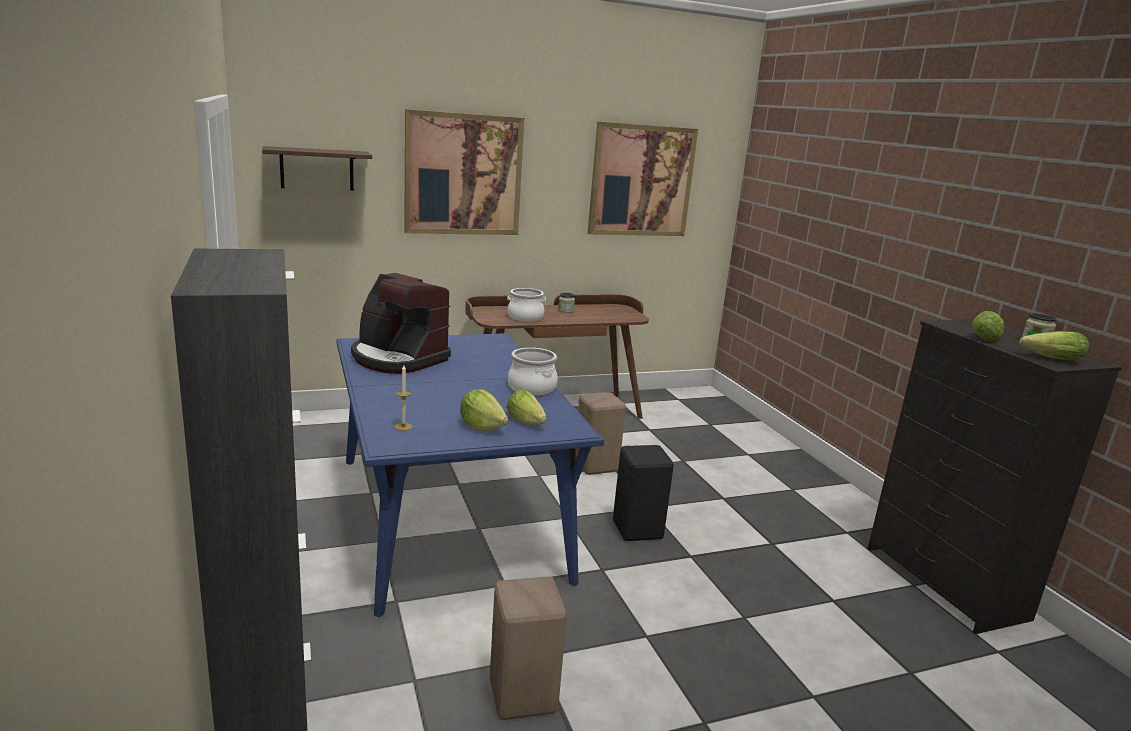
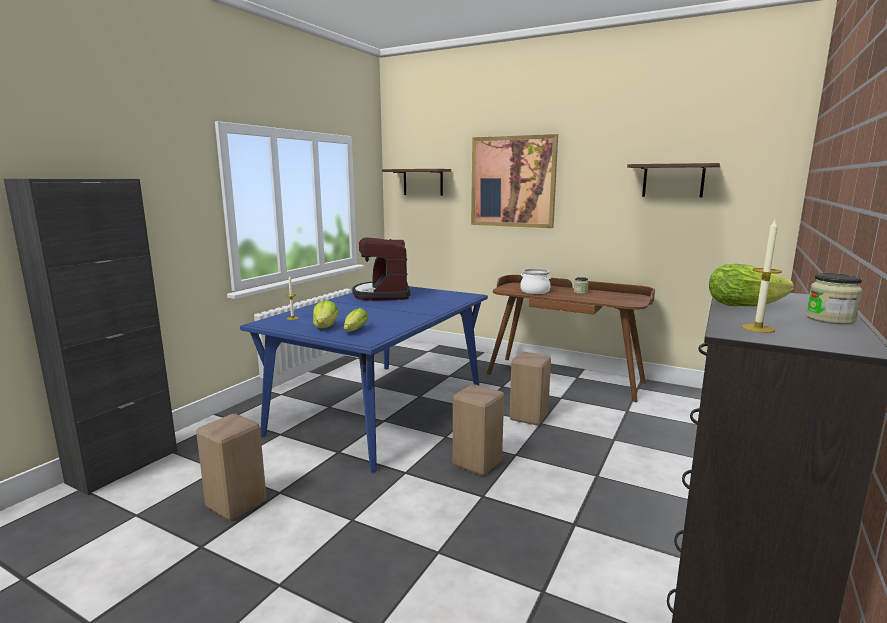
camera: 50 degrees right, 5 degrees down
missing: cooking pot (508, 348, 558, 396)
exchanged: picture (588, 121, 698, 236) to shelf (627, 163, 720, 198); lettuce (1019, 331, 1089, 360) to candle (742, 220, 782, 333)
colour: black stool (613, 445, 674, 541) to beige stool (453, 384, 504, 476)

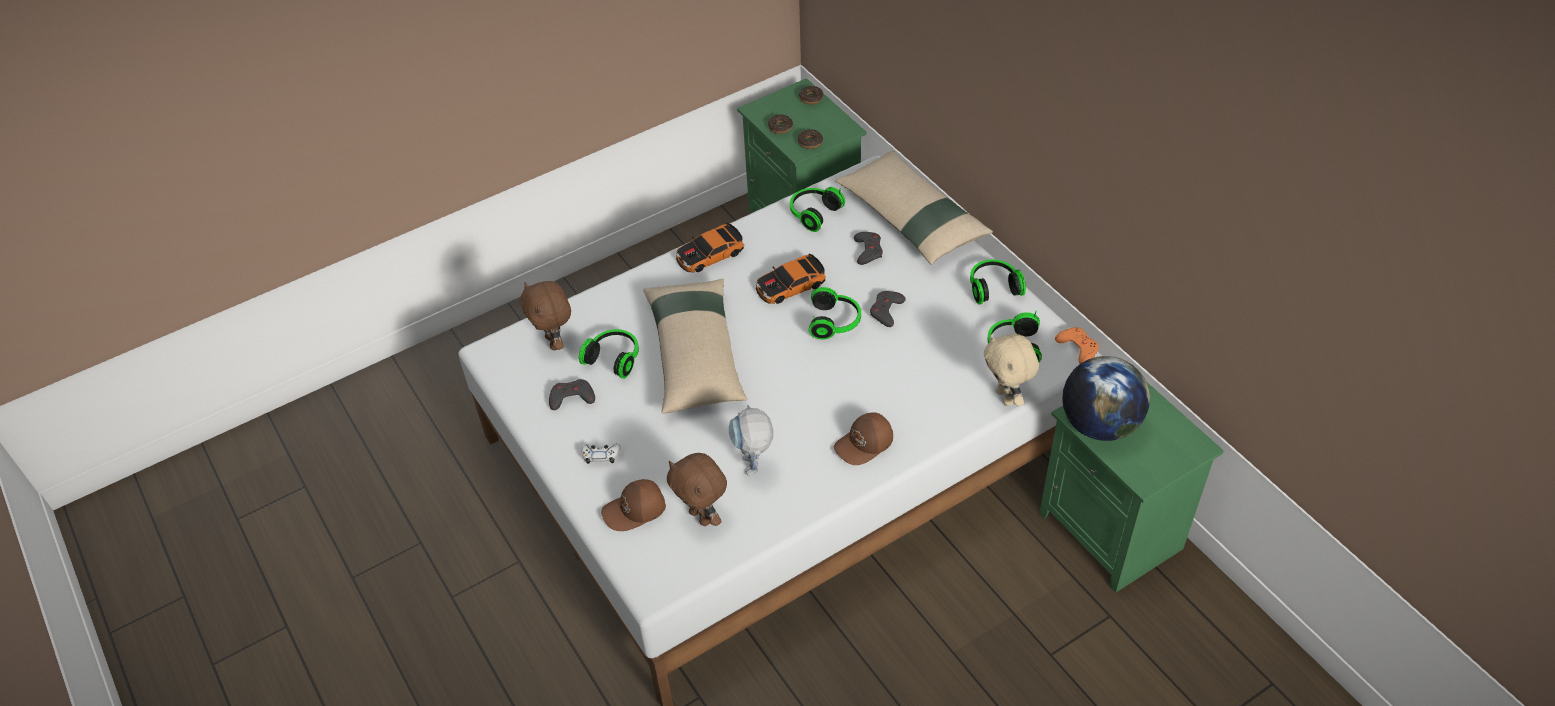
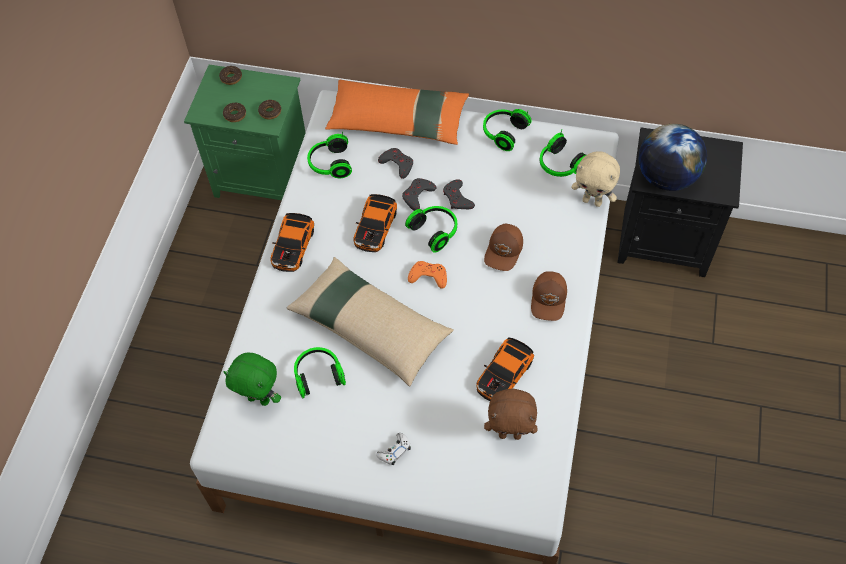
camera: 45 degrees left, 10 degrees up
relocated: grey game controller (549, 379, 595, 410) to (402, 178, 436, 211); brown cap (601, 479, 666, 531) to (484, 224, 523, 271); orange game controller (1055, 327, 1099, 364) to (408, 261, 447, 289)
exchanged: toy robot (729, 405, 773, 475) to toy car (476, 338, 534, 401)
colour: brown plush toy (521, 281, 571, 350) to green plush toy (223, 352, 281, 406); beige pillow (835, 151, 993, 265) to orange pillow (325, 80, 469, 145); green nightstand (1039, 382, 1224, 593) to black nightstand (617, 127, 743, 277)

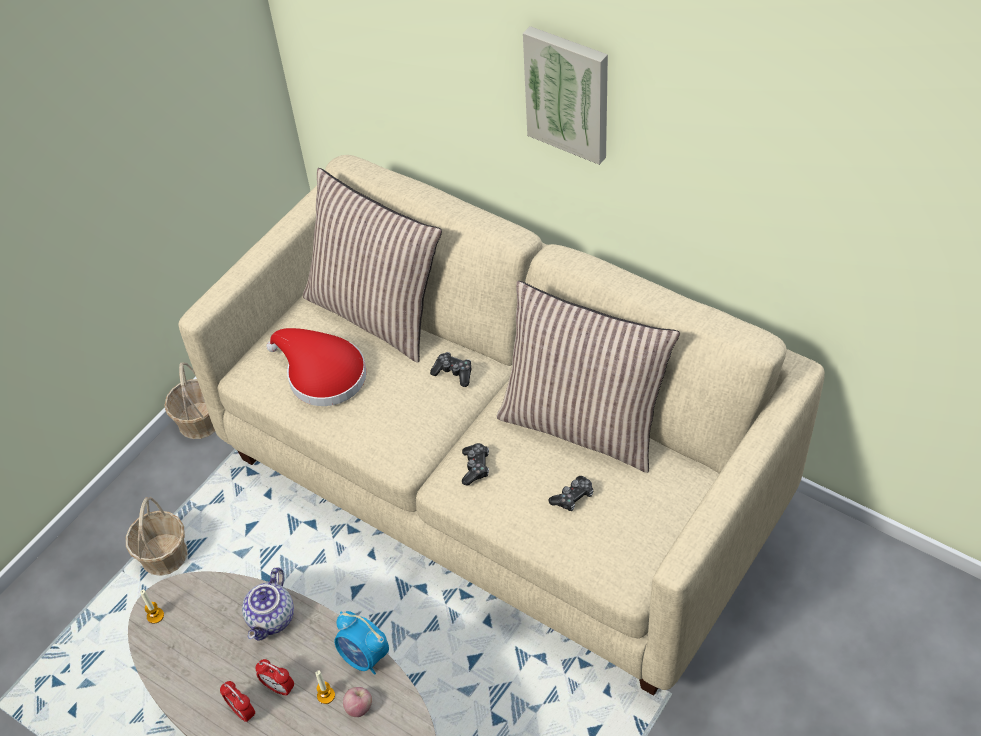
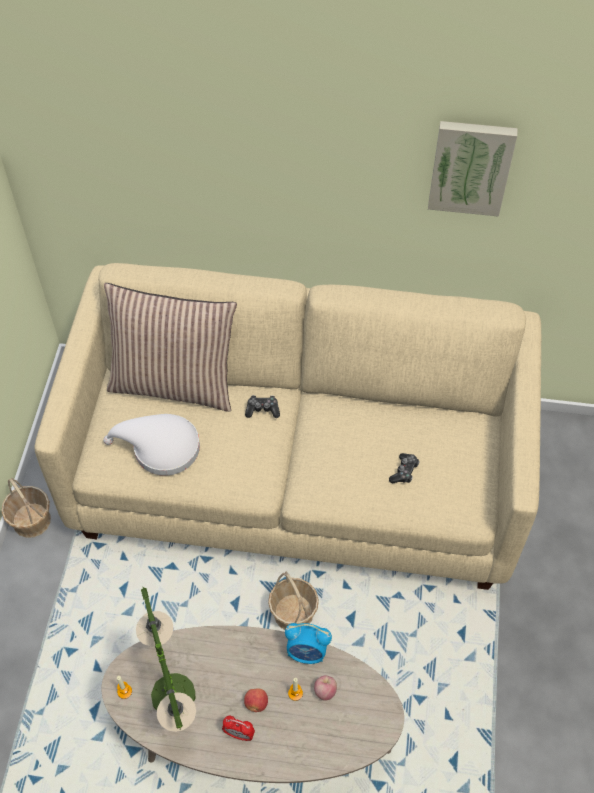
camera: 30 degrees left, 5 degrees up
missing: teapot (242, 567, 294, 641); game controller (462, 443, 489, 485); pillow (497, 281, 680, 473)
appeared: table lamp (136, 587, 196, 732)
relocated: basket (126, 497, 187, 576) to (268, 572, 319, 630); picture (523, 26, 608, 165) to (428, 121, 518, 217)
exchanged: alarm clock (255, 659, 294, 696) to apple (244, 688, 268, 712)
colour: red hat (266, 328, 366, 406) to white hat (103, 414, 200, 476)

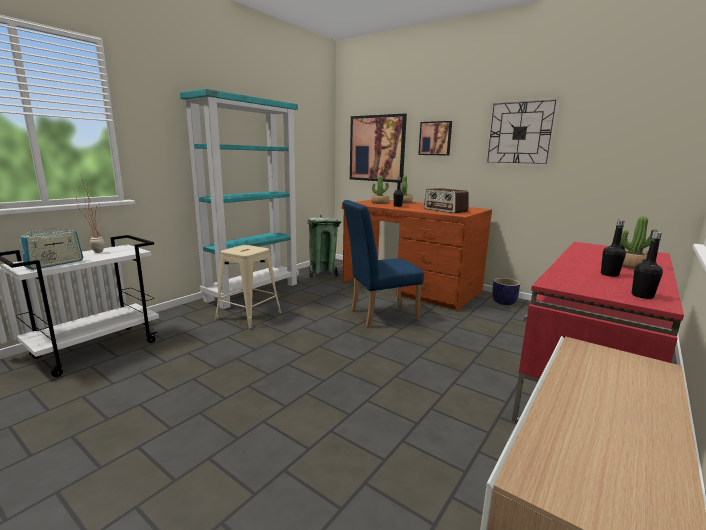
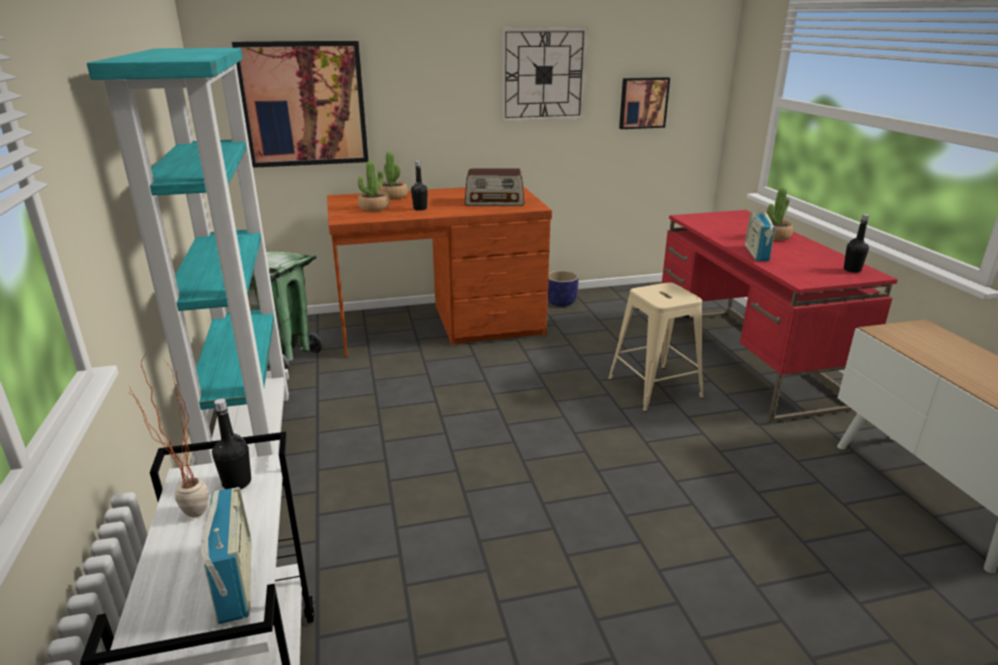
camera: 50 degrees left, 10 degrees up
missing: blue chair (343, 200, 424, 328)
appeared: radio (745, 206, 775, 261)
relocated: beige stool (215, 245, 281, 329) to (608, 283, 704, 412); picture (418, 121, 452, 156) to (619, 77, 670, 129); black bottle (601, 220, 626, 277) to (212, 398, 251, 489)

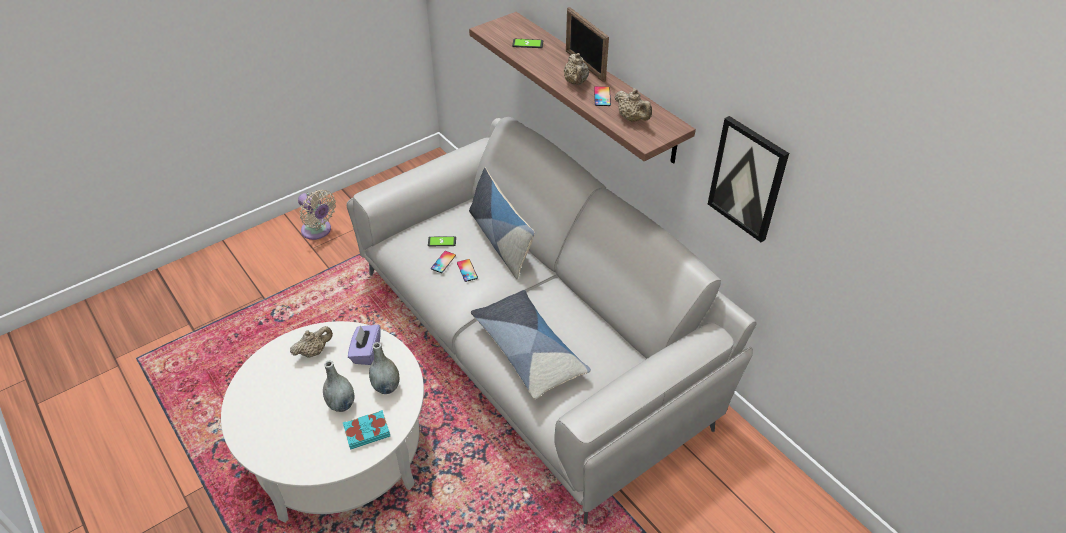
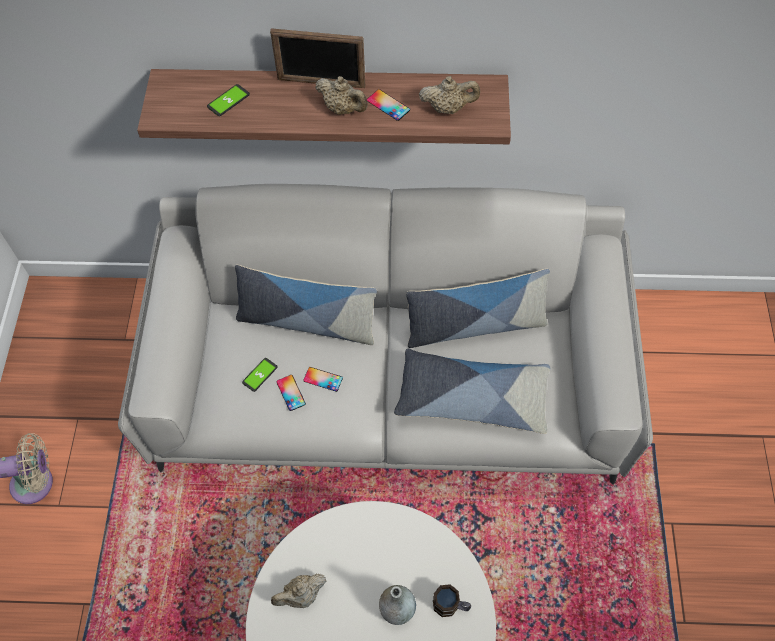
camera: 50 degrees left, 15 degrees up
missing: purple tissue box (348, 324, 381, 365); grey vase (369, 342, 399, 394); picture (708, 116, 789, 242)
appeared: pillow (406, 269, 550, 348)
exchanged: turquoise book (343, 410, 390, 450) to mug (433, 584, 471, 617)
spun: beige teapot (290, 326, 333, 358) = (271, 574, 326, 608) 120 degrees counterclockwise

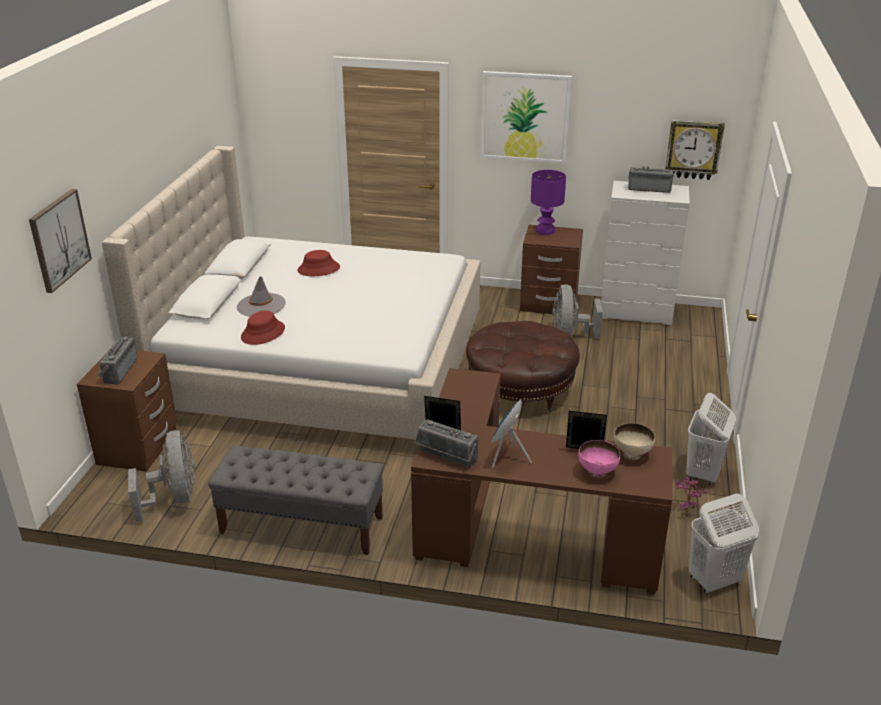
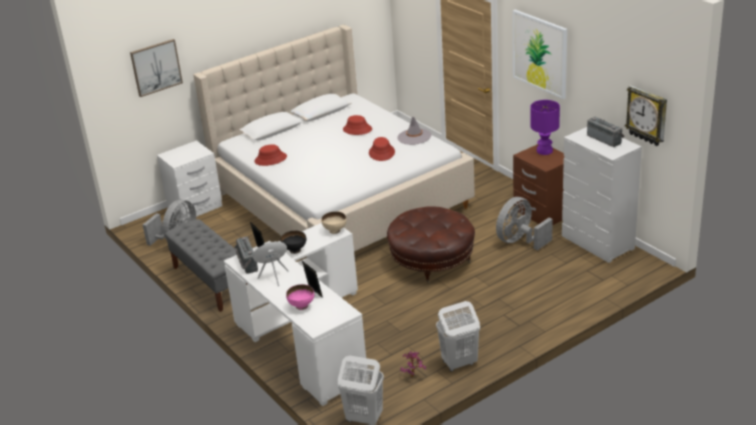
camera: 45 degrees right, 0 degrees up
missing: radio (97, 336, 138, 384)
appeared: black bowl (281, 231, 306, 254); red hat (369, 137, 395, 161)
relocated: grey hat (237, 276, 286, 317) to (397, 117, 431, 145); beige bowl (614, 423, 655, 460) to (321, 211, 347, 234)
colour: brown nightstand (77, 350, 177, 472) to white nightstand (157, 140, 222, 220); brown desk (411, 368, 673, 594) to white desk (224, 223, 367, 406)

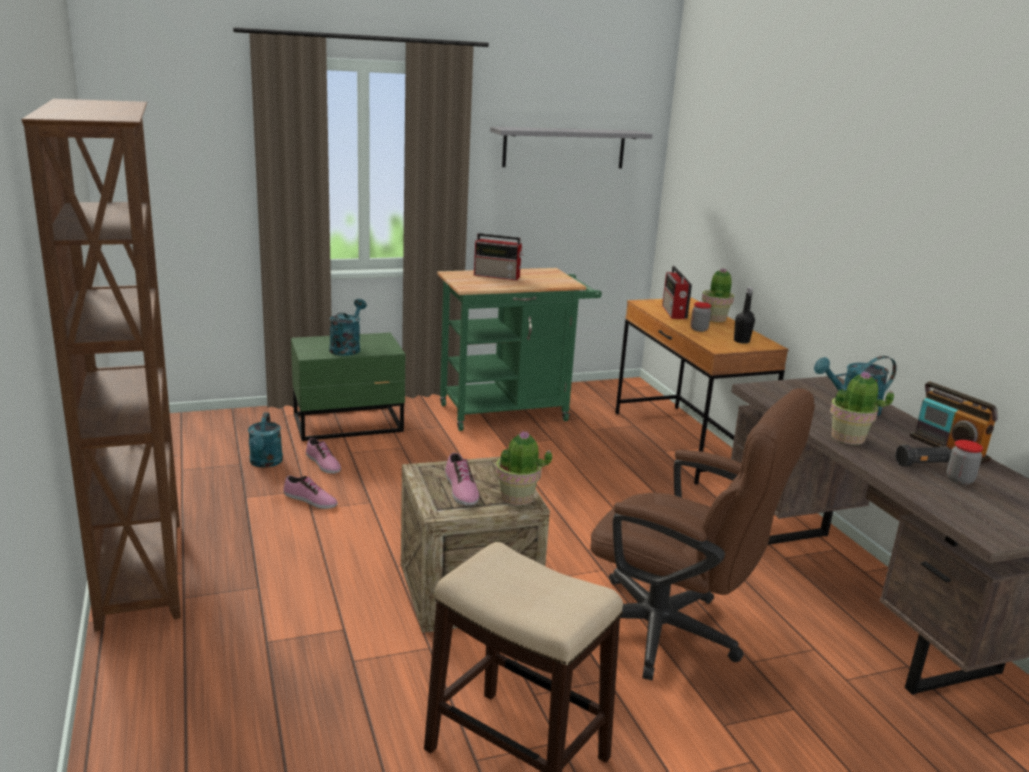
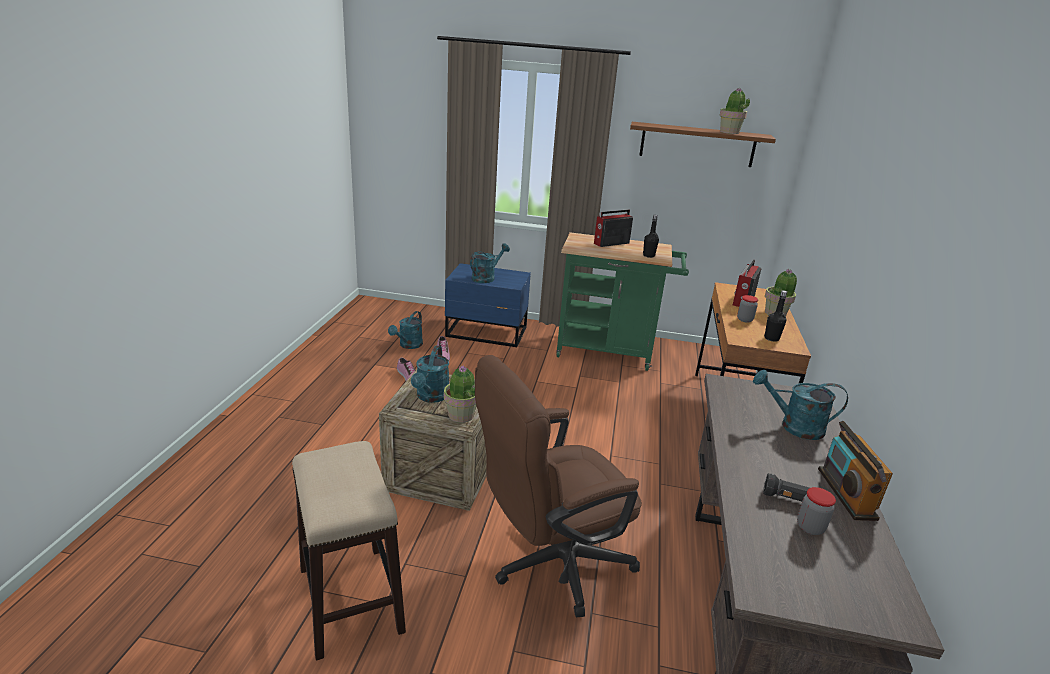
camera: 30 degrees right, 5 degrees up
missing: brown bookcase (22, 99, 181, 631)
appeared: black bottle (643, 215, 659, 258)
relocated: potted plant (830, 371, 894, 445) to (719, 88, 750, 134)
exchanged: shoe (445, 453, 479, 506) to turquoise watering can (411, 346, 449, 403)
colour: green nightstand (291, 333, 405, 441) to blue nightstand (445, 263, 531, 347); grey shelf (490, 127, 653, 168) to brown shelf (630, 122, 776, 167)
spun: radio (474, 233, 523, 281) = (594, 209, 633, 247) 105 degrees clockwise; brown office chair (591, 388, 815, 681) = (475, 355, 642, 618) 90 degrees clockwise

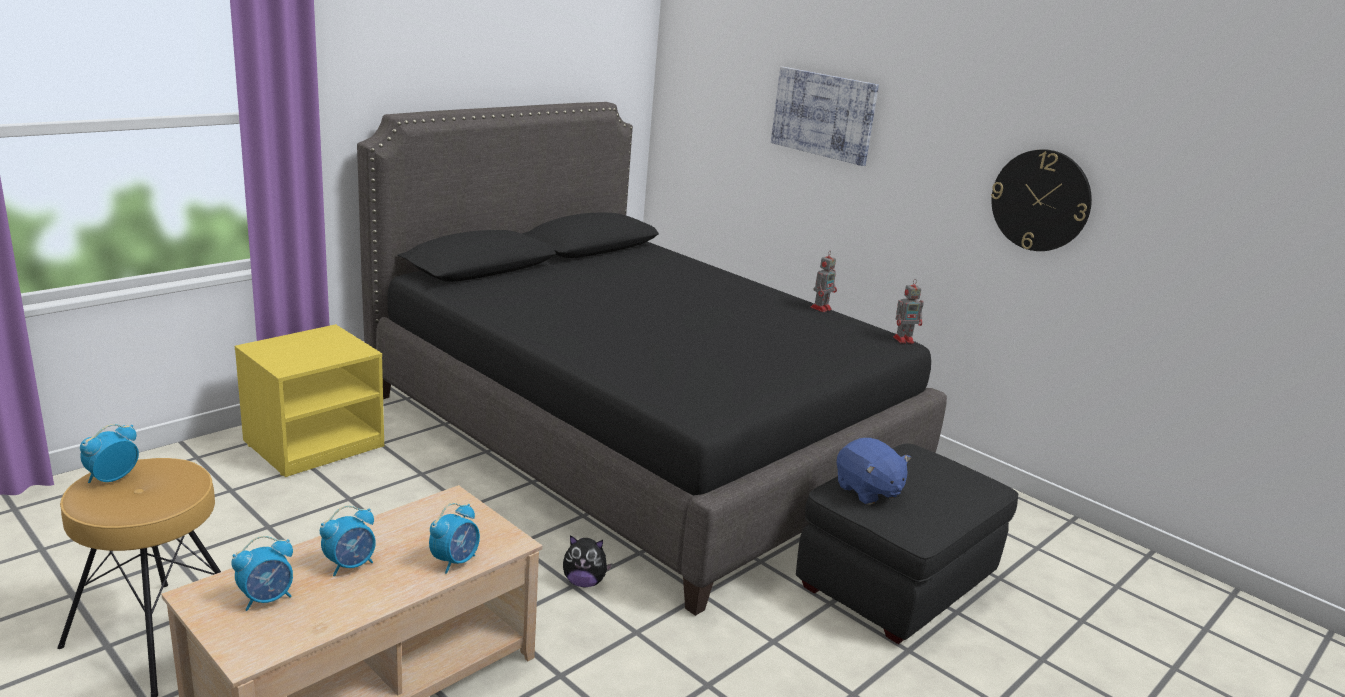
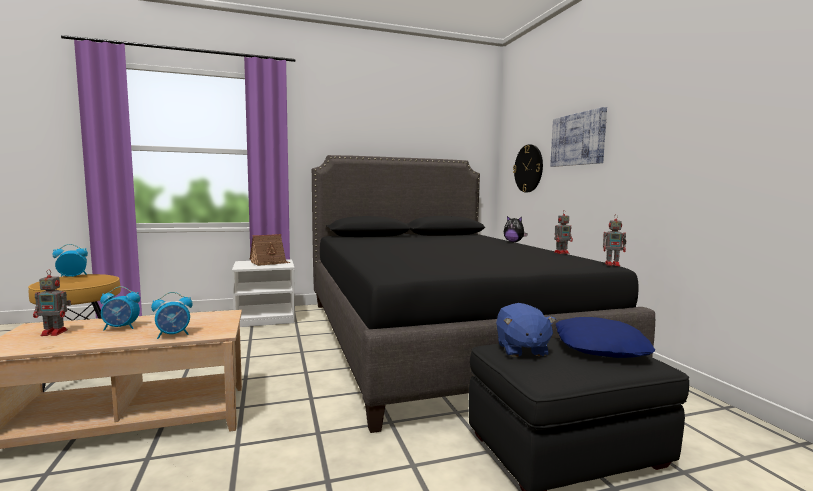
camera: 30 degrees right, 15 degrees down
appeared: toy house (250, 234, 290, 266); blue pillow (556, 317, 655, 358)
relocated: plush toy (563, 535, 613, 587) to (504, 216, 528, 242); wall clock (991, 149, 1092, 251) to (513, 144, 543, 192)
exchanged: alarm clock (231, 536, 293, 611) to toy robot (33, 269, 71, 336)
colour: yellow nightstand (235, 324, 384, 477) to white nightstand (232, 259, 295, 327)

